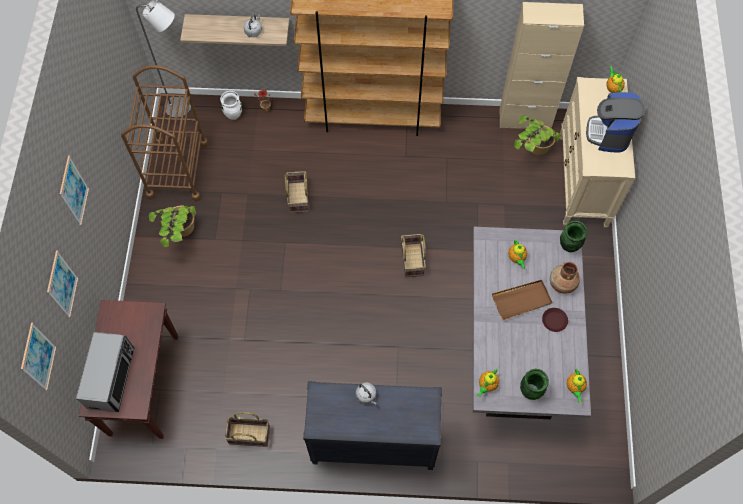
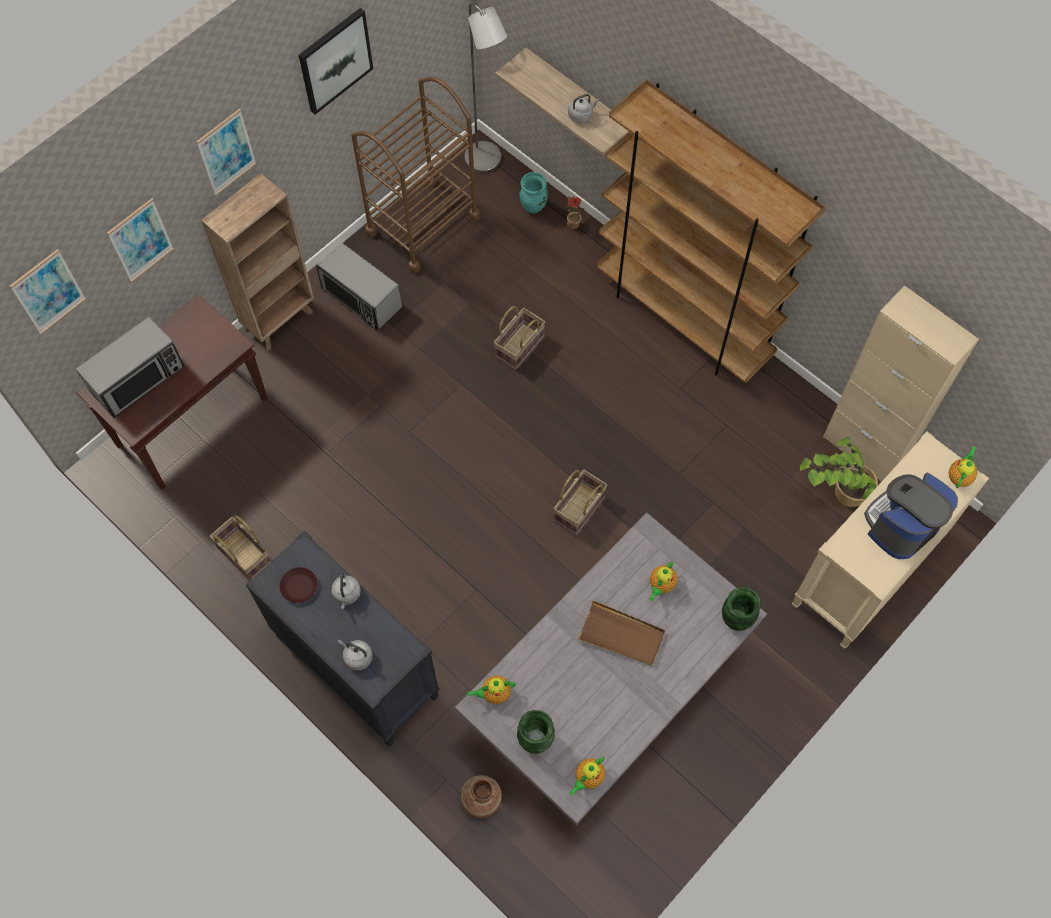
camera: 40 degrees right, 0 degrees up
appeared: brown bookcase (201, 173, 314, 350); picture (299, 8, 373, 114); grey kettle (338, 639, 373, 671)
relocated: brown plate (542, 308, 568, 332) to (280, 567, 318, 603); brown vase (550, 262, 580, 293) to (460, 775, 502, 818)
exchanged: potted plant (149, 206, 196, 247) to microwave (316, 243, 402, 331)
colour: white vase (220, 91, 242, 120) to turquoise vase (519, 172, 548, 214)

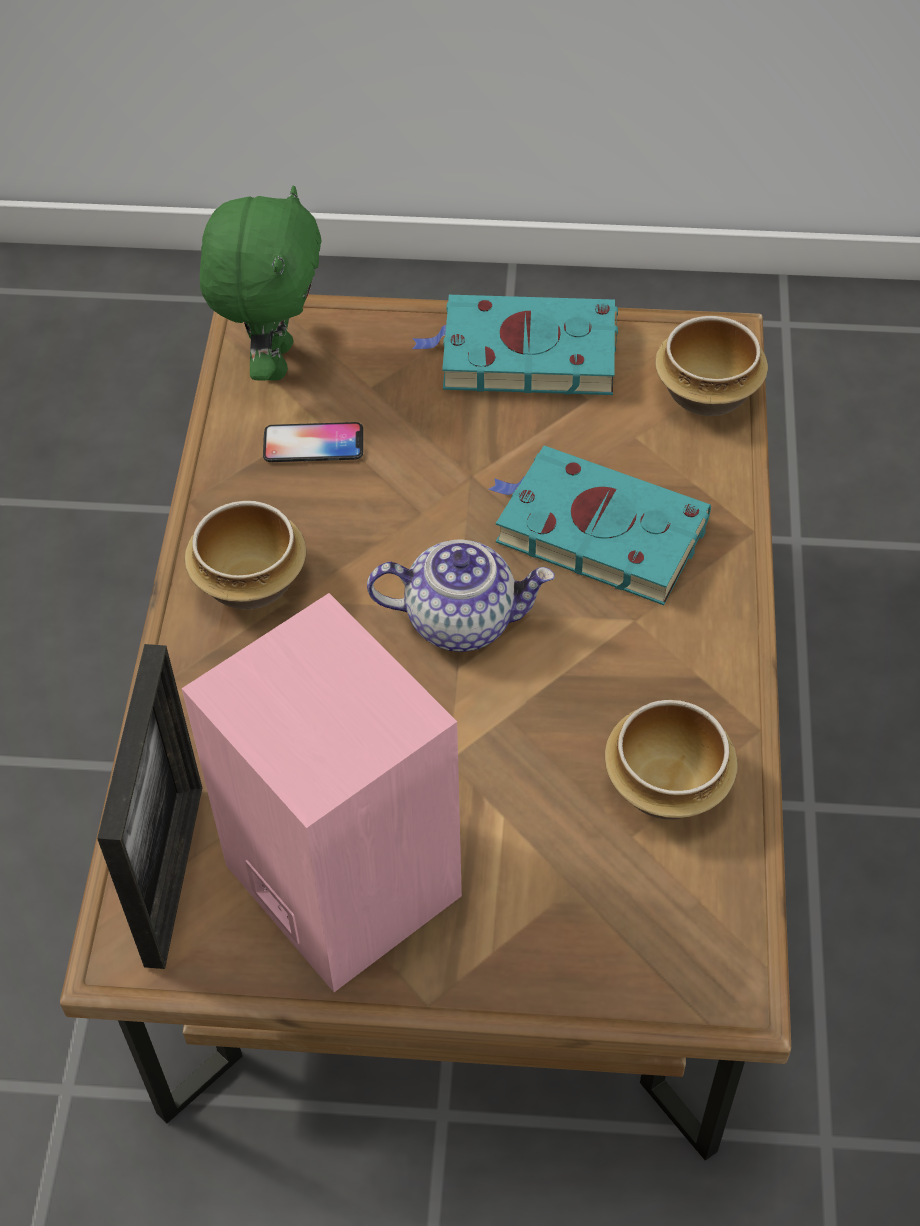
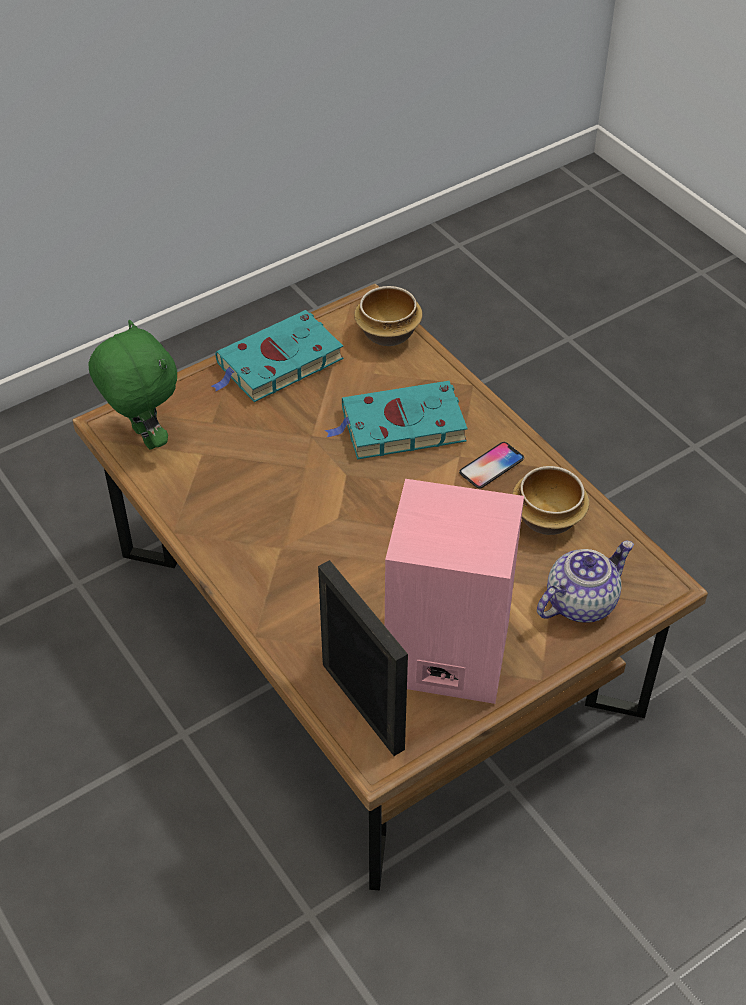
camera: 40 degrees left, 5 degrees down
missing: bowl (185, 501, 306, 609)
relocated: phone (263, 422, 363, 462) to (459, 442, 524, 489); teapot (367, 539, 555, 652) to (537, 540, 634, 623)

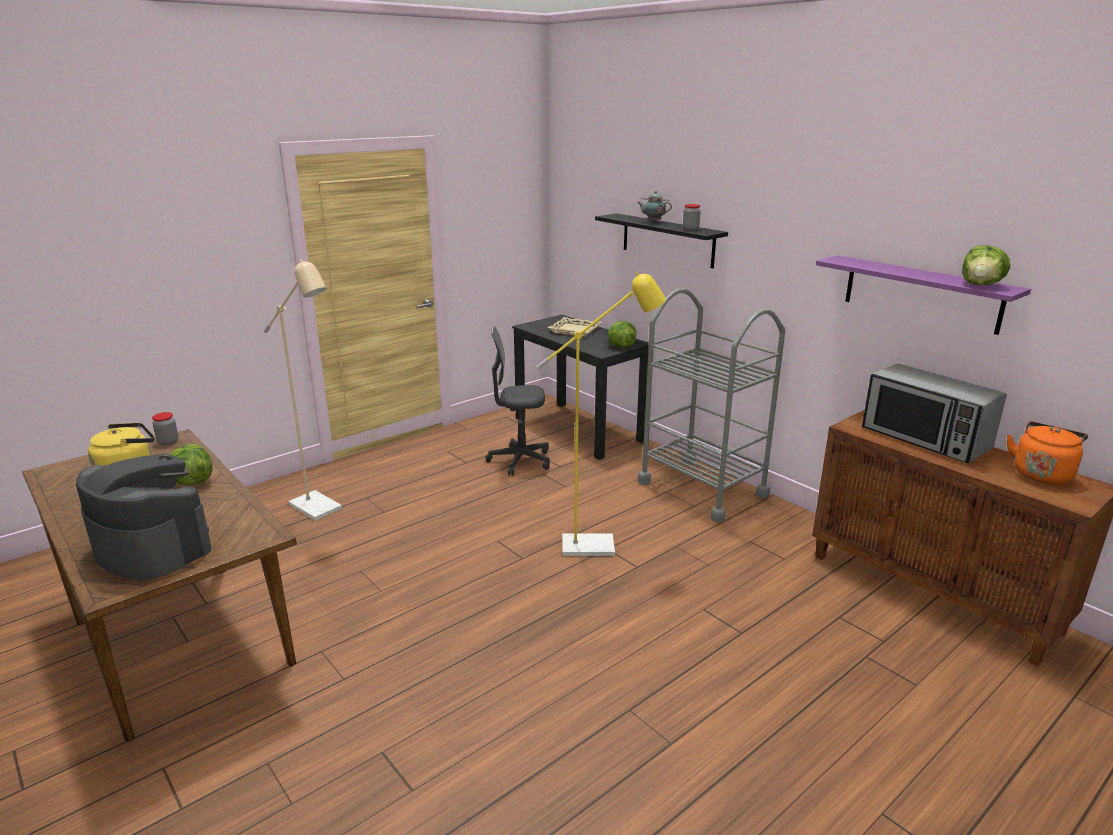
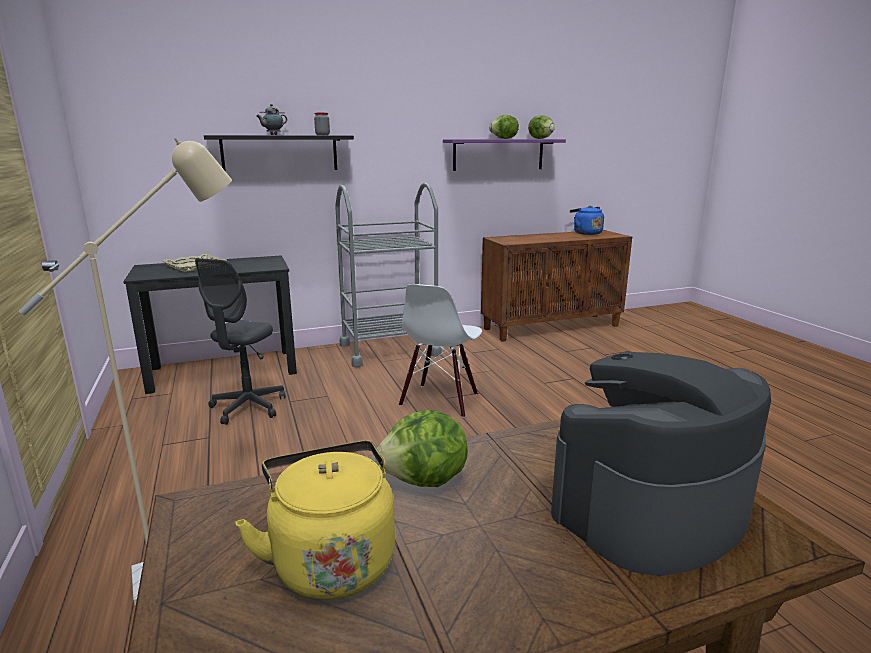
camera: 70 degrees left, 5 degrees down
missing: jar (152, 412, 178, 445); microwave (862, 364, 1007, 463)
relocated: lettuce (608, 321, 636, 347) to (489, 115, 519, 139)
exchanged: yellow floor lamp (536, 272, 666, 556) to white chair (399, 284, 482, 418)
colour: orange kettle (1007, 421, 1088, 484) to blue kettle (570, 206, 604, 235)

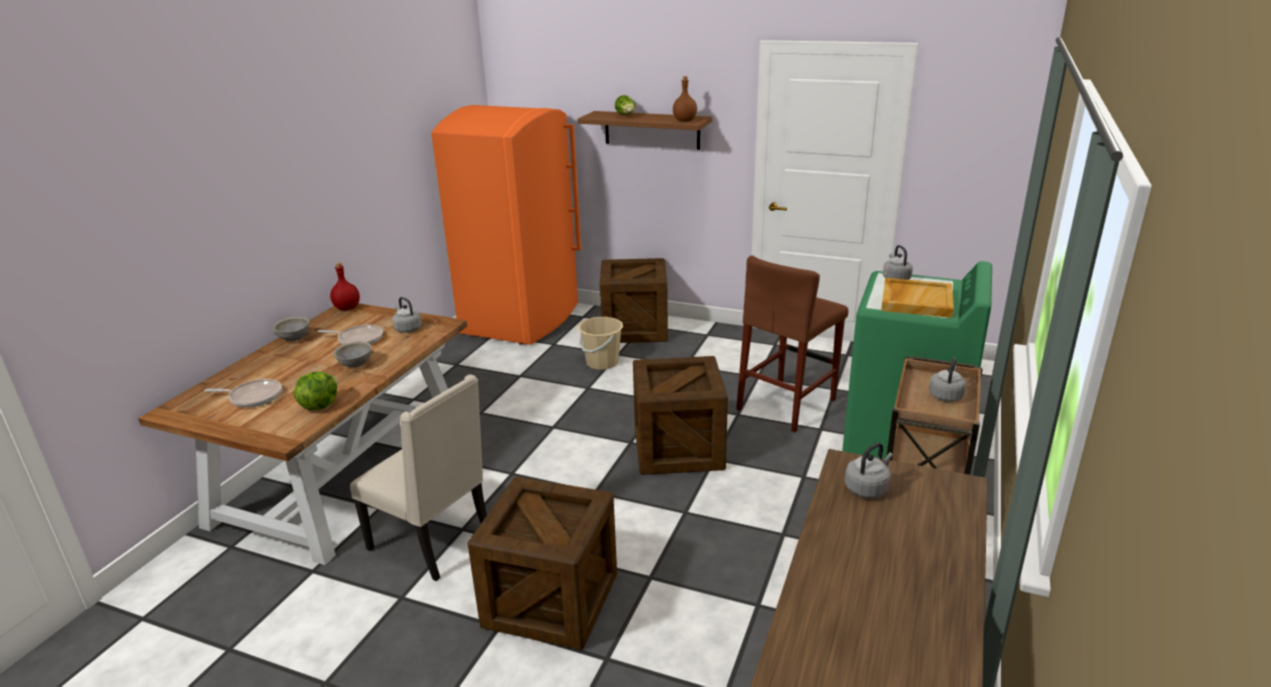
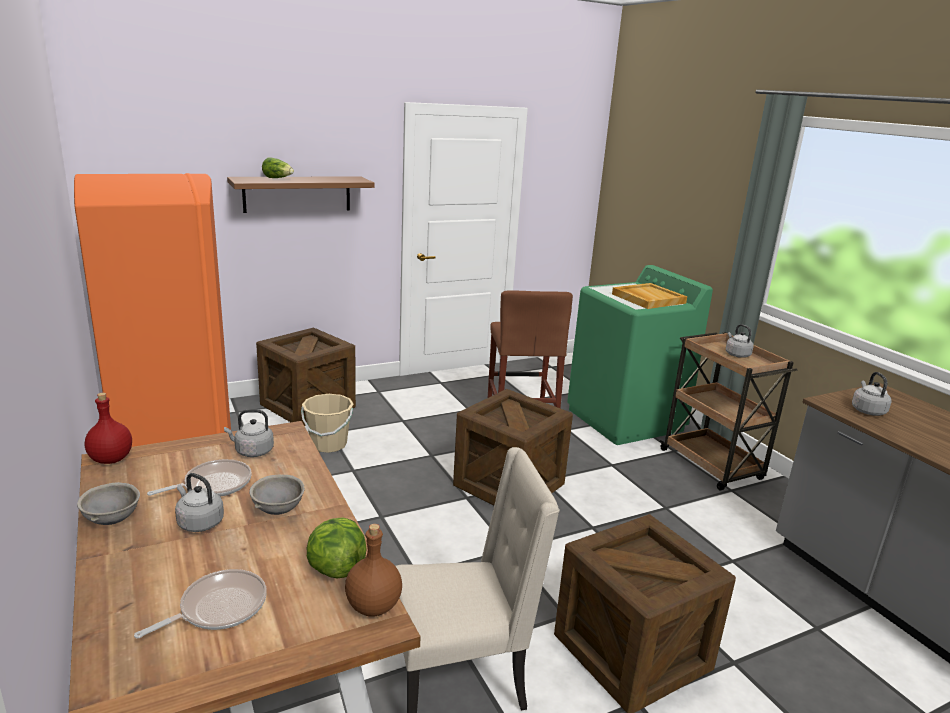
camera: 50 degrees left, 5 degrees down
relocated: brown bottle (673, 76, 697, 122) to (345, 524, 402, 617); grey kettle (883, 245, 913, 280) to (175, 473, 224, 532)

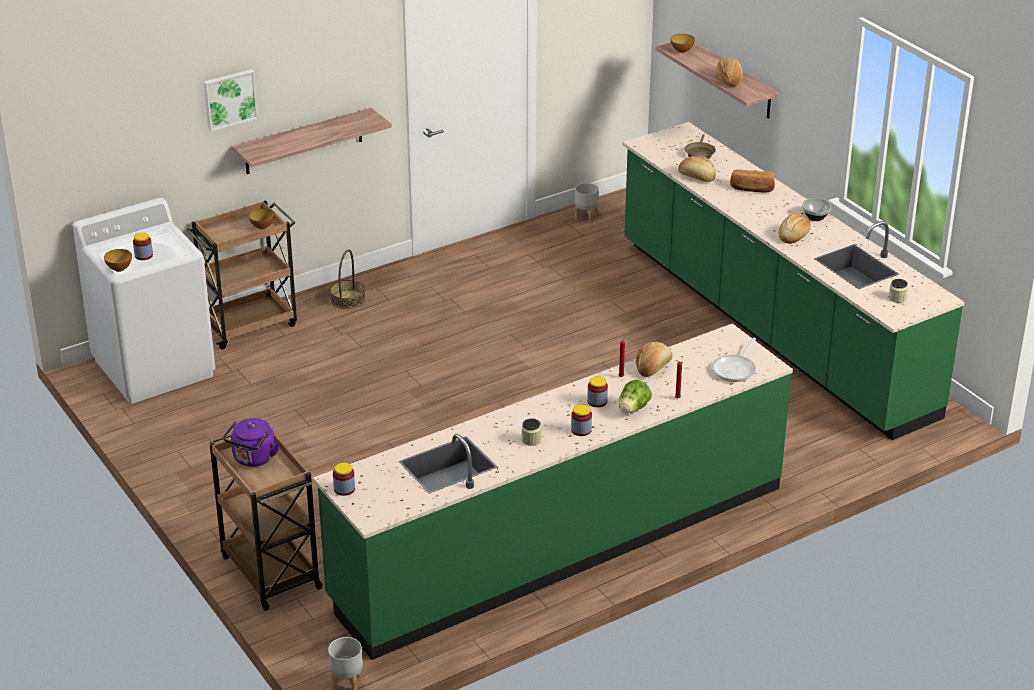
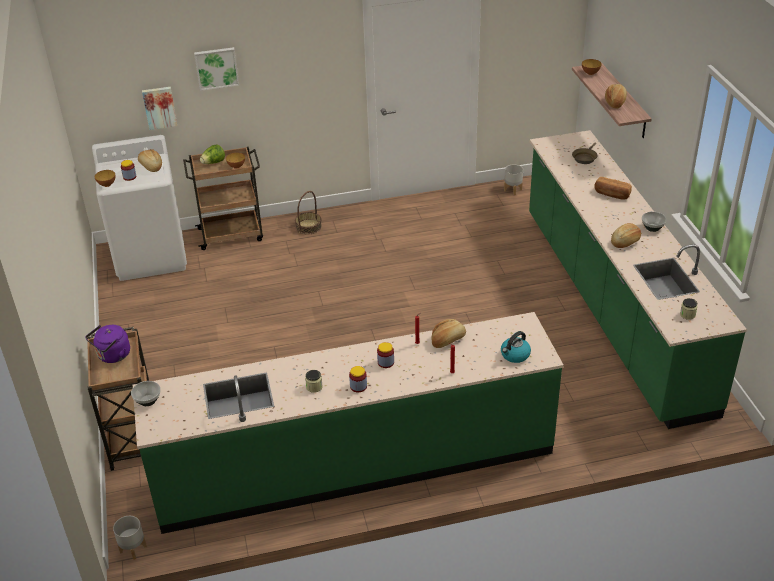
camera: 20 degrees right, 5 degrees up
missing: shelf (232, 108, 392, 174)
appeared: picture (142, 87, 177, 130)
relocated: lettuce (619, 380, 652, 414) to (200, 144, 225, 164); bread (678, 155, 716, 182) to (138, 149, 162, 172)
exchanged: jar (333, 463, 355, 496) to bowl (131, 381, 160, 406); frying pan (712, 338, 756, 382) to kettle (501, 331, 531, 363)

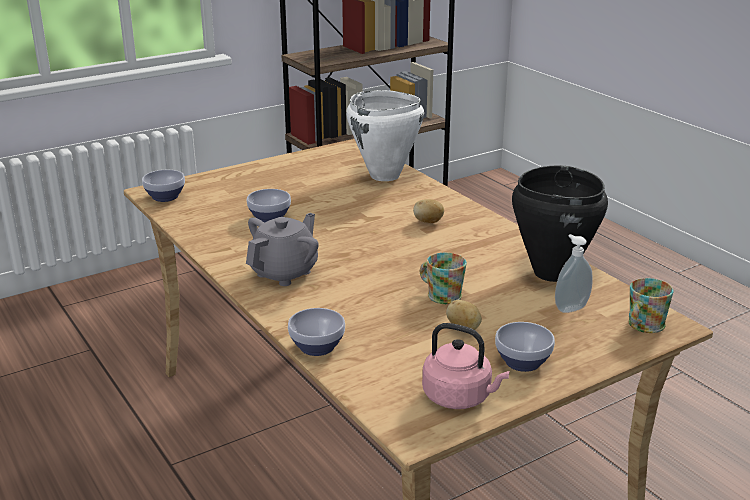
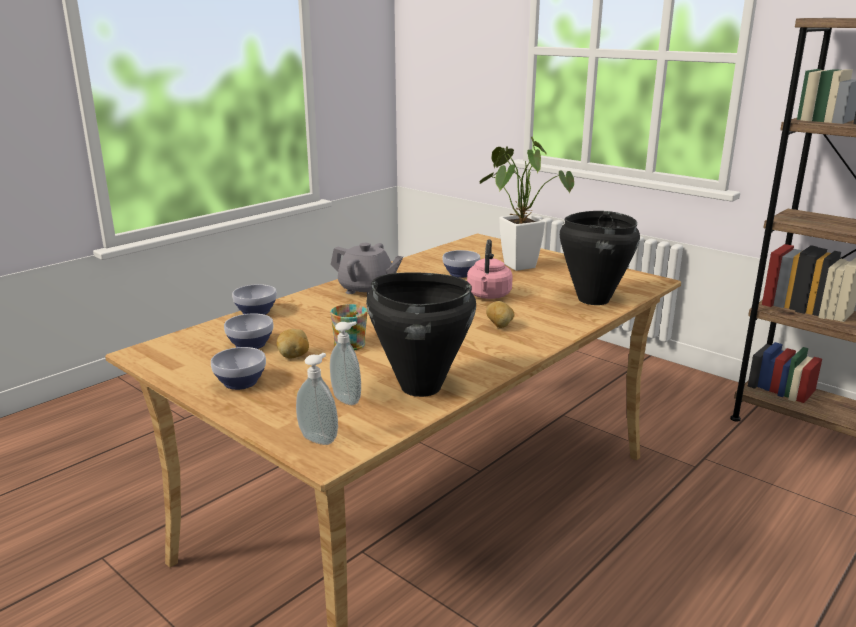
camera: 75 degrees right, 5 degrees down
appeared: potted plant (480, 136, 574, 271)
relocated: bowl (142, 170, 185, 202) to (224, 313, 274, 349); pink kettle (422, 323, 510, 409) to (467, 239, 513, 299)
exchanged: mug (629, 278, 674, 333) to soap dispenser (296, 353, 338, 445)
colour: white cooking pot (346, 90, 424, 181) to black cooking pot (560, 211, 640, 305)

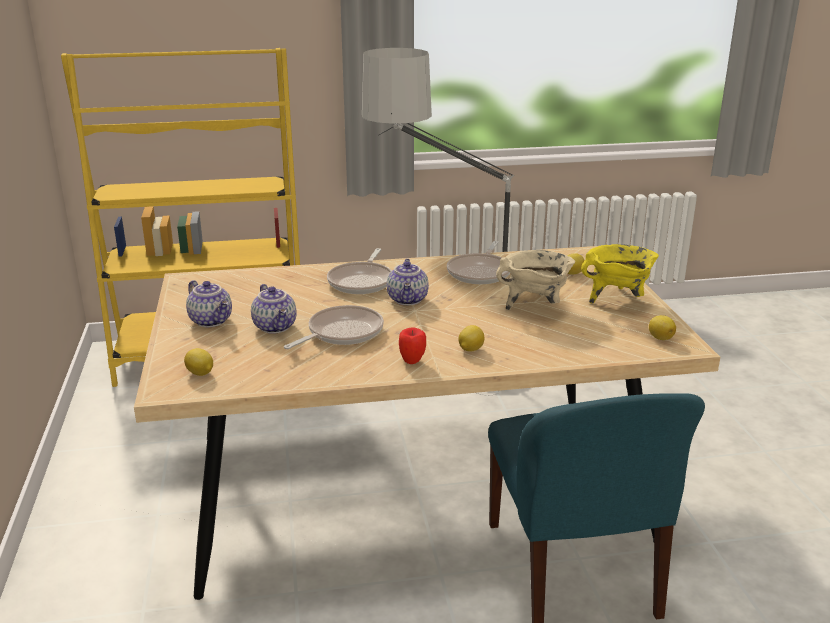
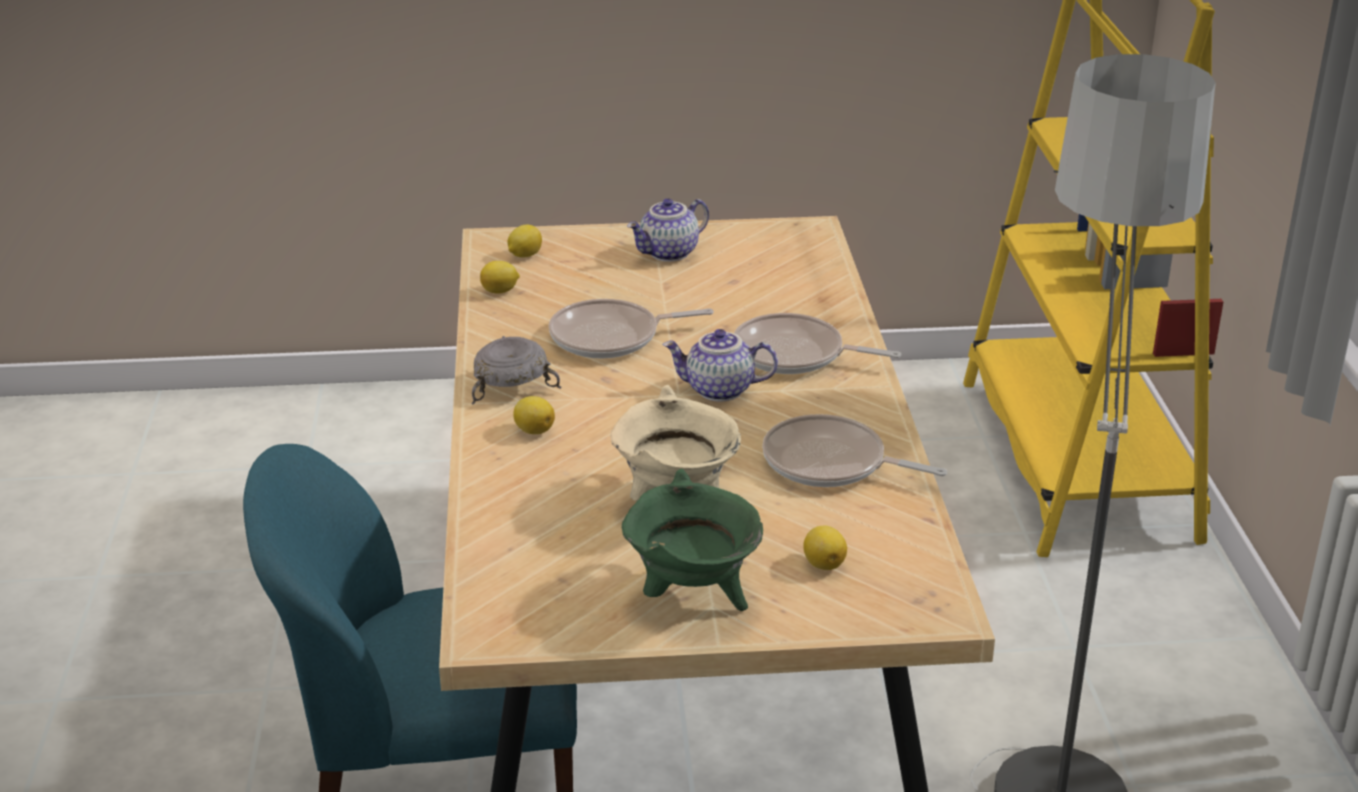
camera: 95 degrees right, 5 degrees up
missing: teapot (251, 284, 297, 334)
relocated: lemon (649, 315, 676, 340) to (480, 261, 520, 293)
exchanged: apple (399, 327, 426, 364) to grey bowl (472, 336, 561, 404)
colour: yellow cooking pot (581, 244, 659, 303) to green cooking pot (622, 469, 763, 611)
spun: frying pan (284, 305, 384, 349) = (549, 299, 714, 359) 120 degrees clockwise

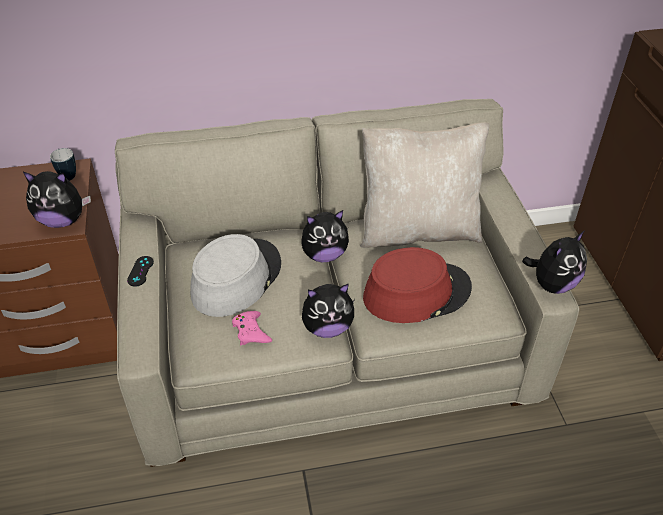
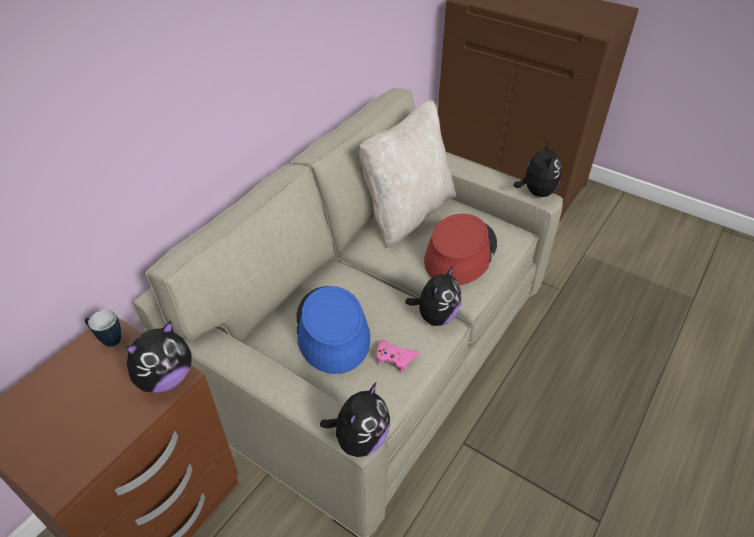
camera: 45 degrees left, 0 degrees up
missing: black game controller (127, 256, 154, 287)
relocated: plush toy (302, 210, 349, 262) to (320, 383, 390, 457)
colour: grey hat (190, 234, 281, 317) to blue hat (296, 286, 370, 374)

